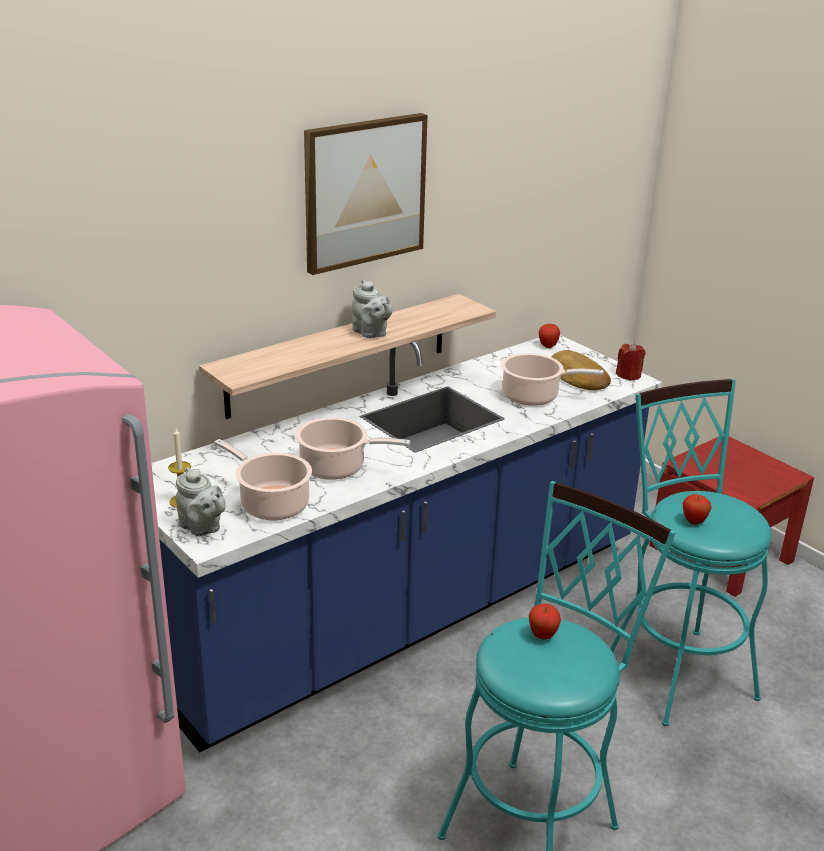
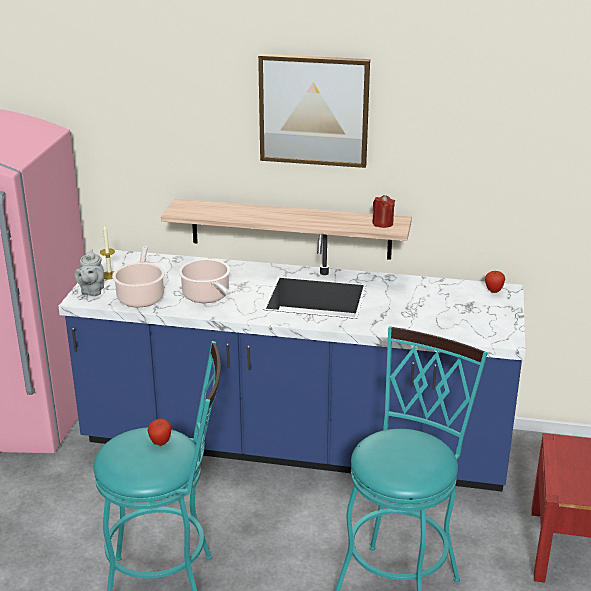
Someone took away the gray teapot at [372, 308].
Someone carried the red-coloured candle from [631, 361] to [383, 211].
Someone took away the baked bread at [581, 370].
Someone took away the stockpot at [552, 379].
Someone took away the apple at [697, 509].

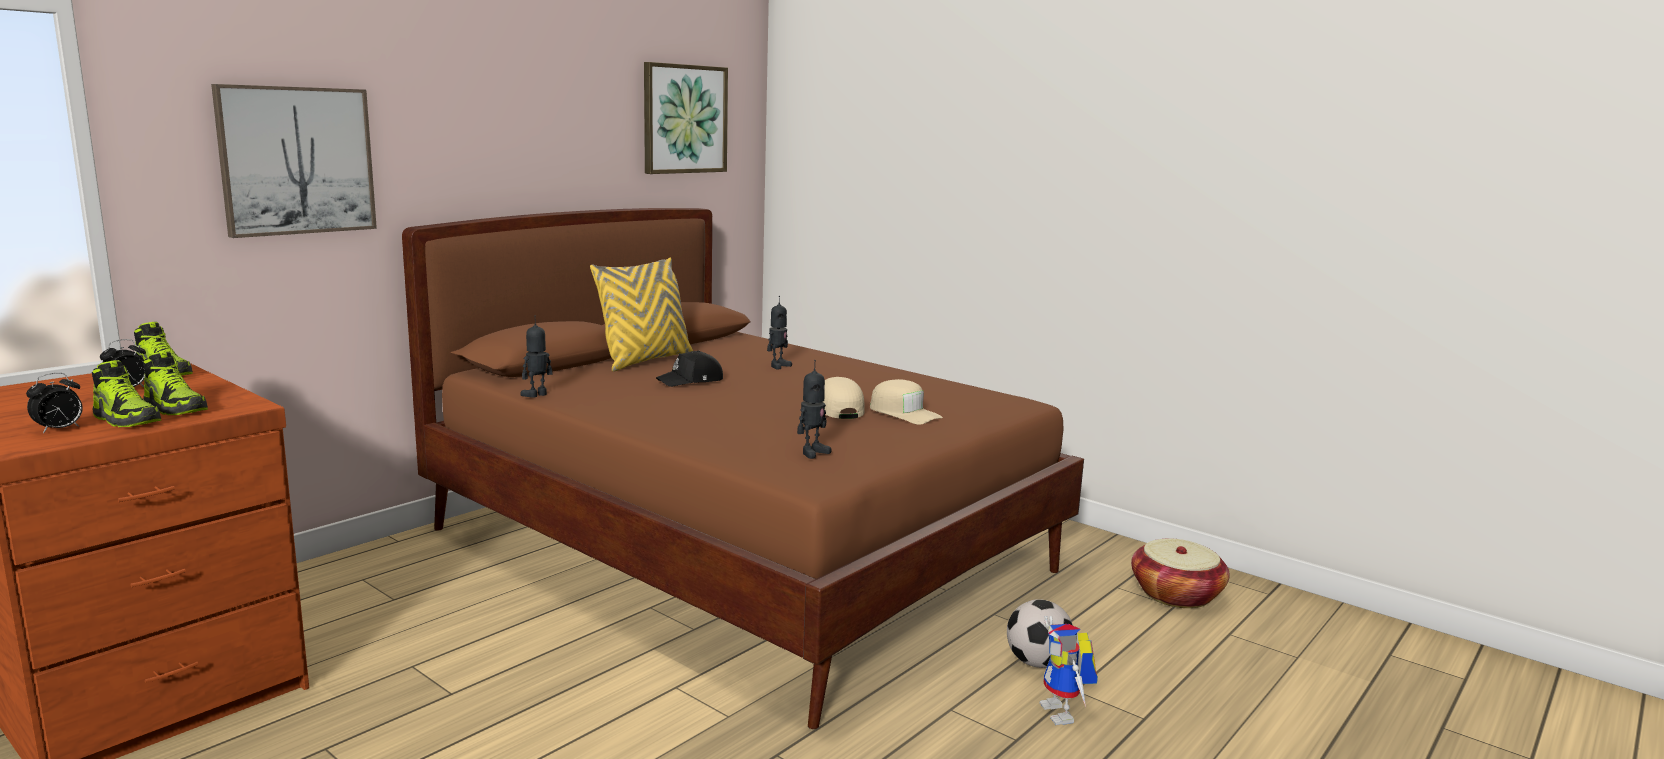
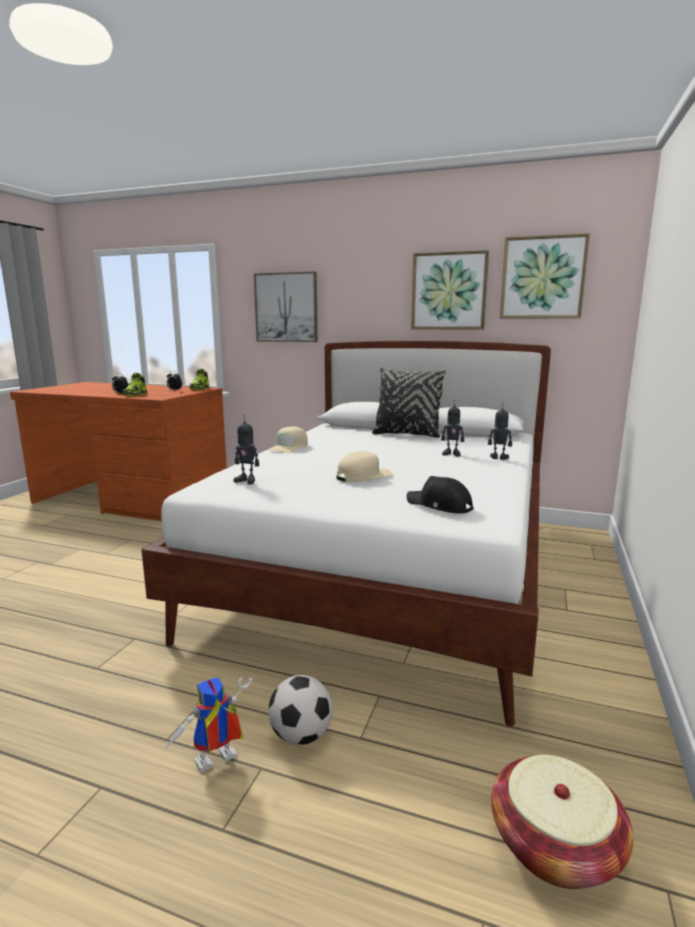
Someone repainted the brown-coloured sleeping bed at [743, 468], which became the whitish sleeping bed at [346, 533].
Someone repainted the yellow cushion at [641, 314], which became the black cushion at [409, 403].
Someone carried the robot figure from [536, 357] to [500, 433].
Someone carried the black baseball cap from [689, 368] to [440, 495].
Someone took away the shoe at [175, 383].
Someone carried the sand-coloured baseball cap from [906, 402] to [288, 440].
Someone put up the wall picture at [450, 290].

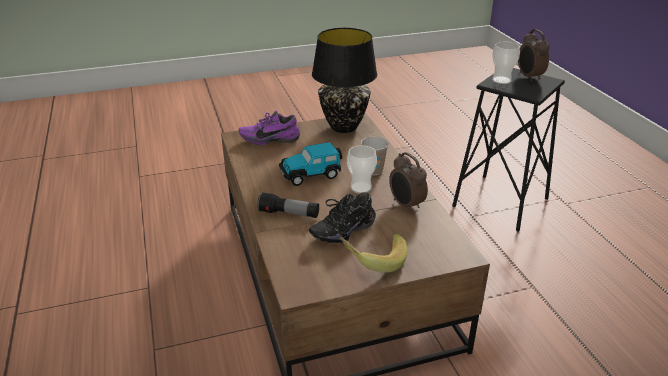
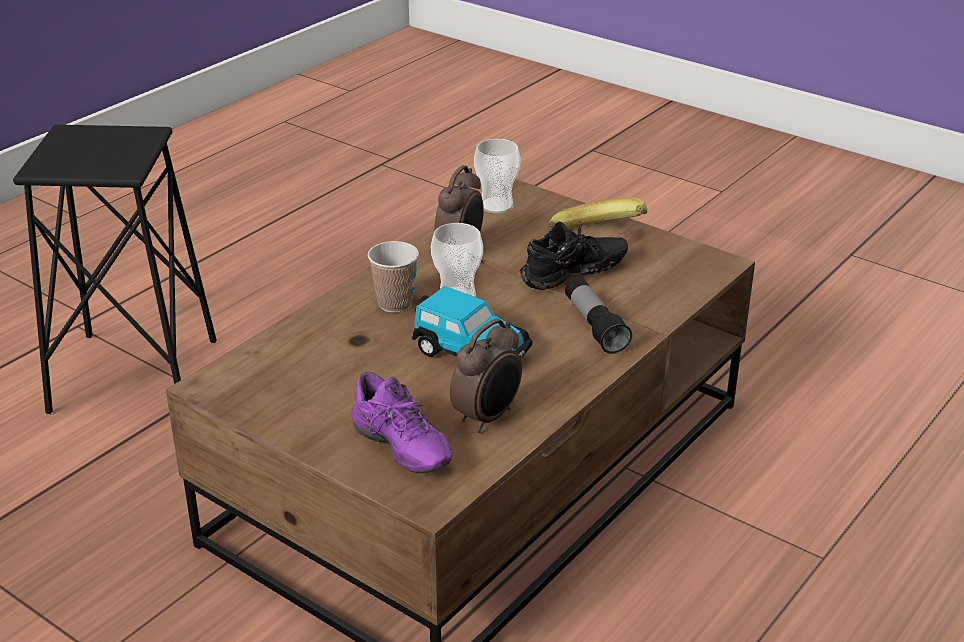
Someone took away the black lamp for a table at [344, 80].
Someone carried the table clock from [534, 55] to [486, 375].
Someone carried the drinking cup from [506, 63] to [497, 176].
Someone rotated the black shoe at [342, 217] by 45 degrees counterclockwise.

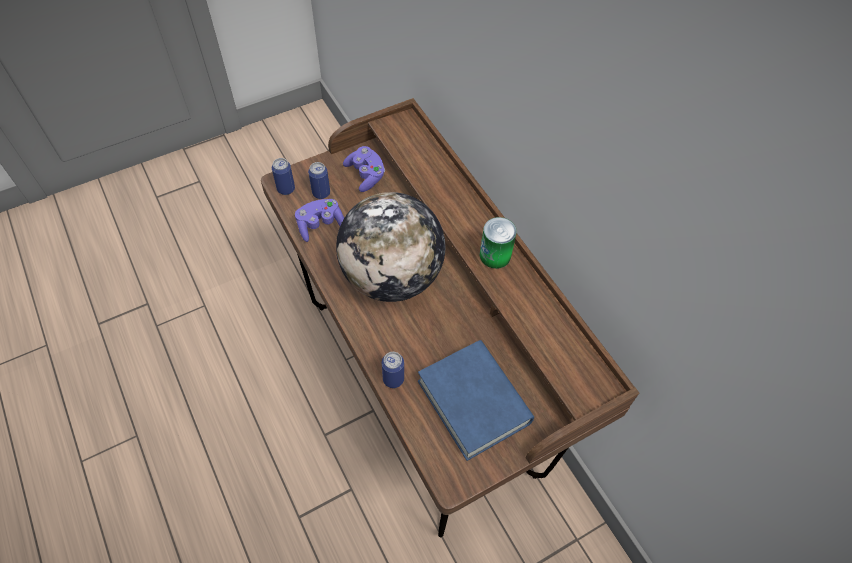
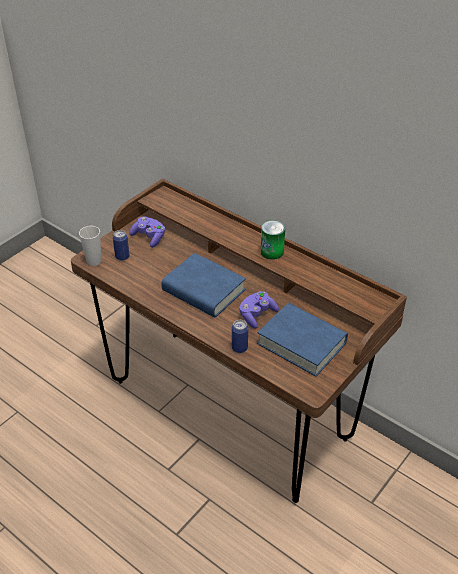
Someone swapped the can at [283, 176] for the drinking cup at [90, 246].
Someone swapped the world globe at [390, 247] for the blue volume at [204, 285].
Someone carried the purplish gamepad from [319, 220] to [259, 310].

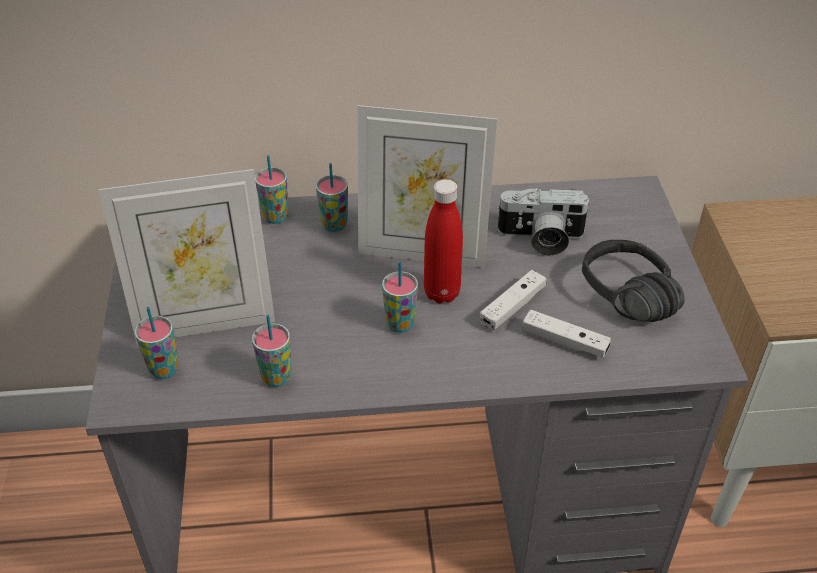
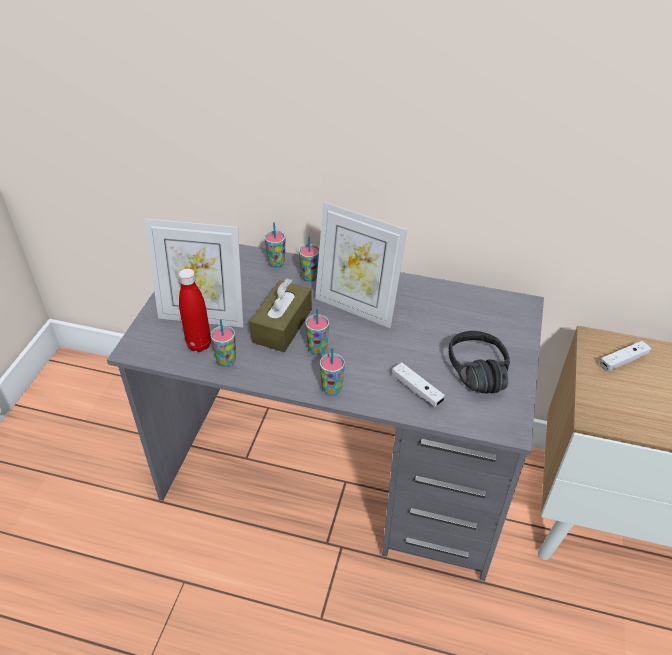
Someone carried the red-coloured bottle from [443, 241] to [194, 310].
Someone took away the photo camera at [543, 222].
Someone carried the whitish gamepad from [513, 300] to [625, 356].
Someone carried the drinking cup from [156, 343] to [332, 371].
Someone put down the brown-coloured tissue box at [281, 315].

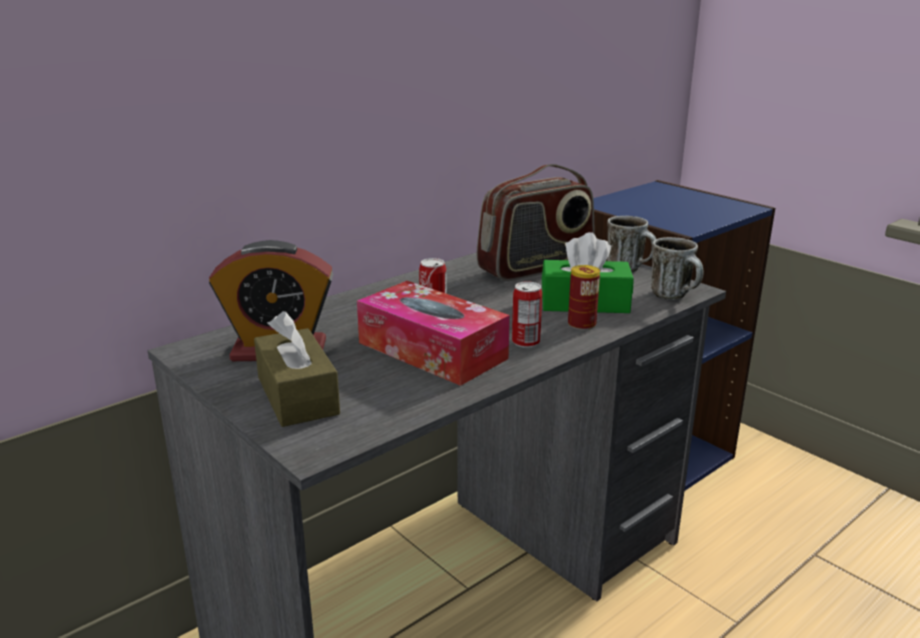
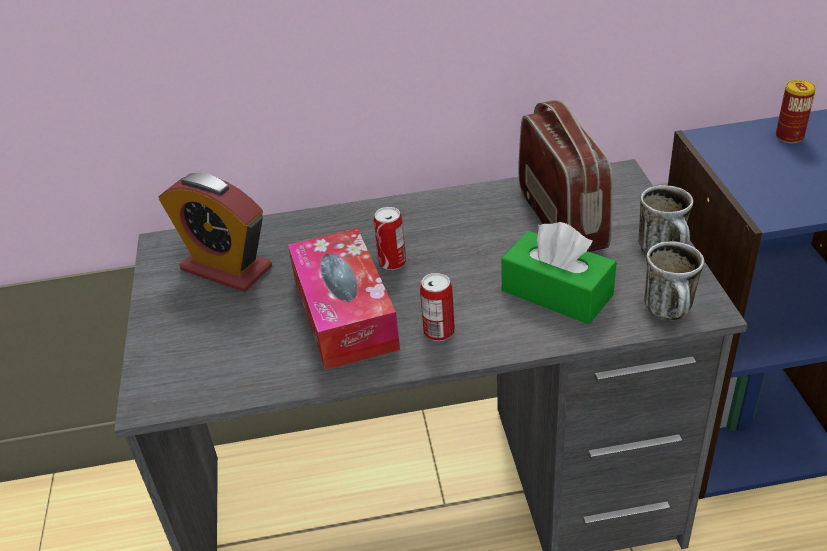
Someone rotated the radio set at [536, 222] by 105 degrees counterclockwise.
Someone carried the can from [584, 297] to [796, 111].
Someone took away the brown-coloured tissue box at [297, 369].

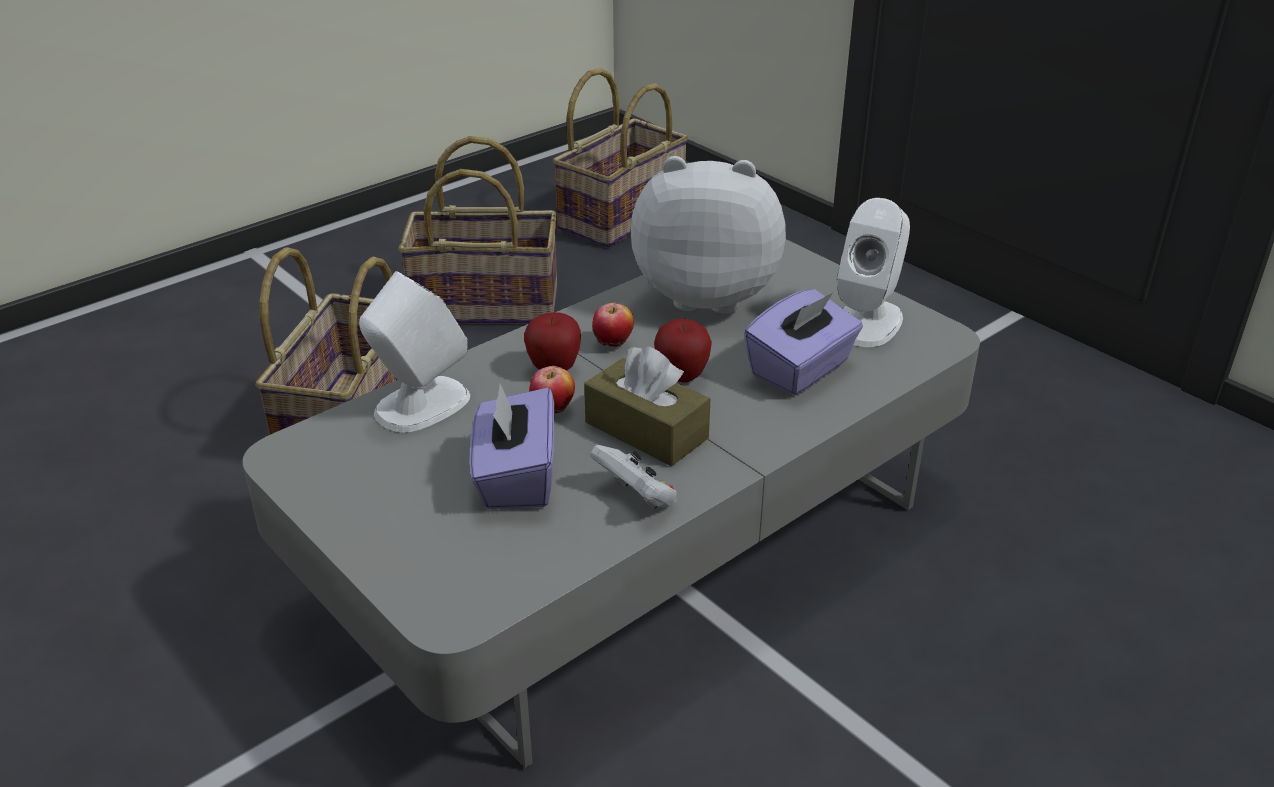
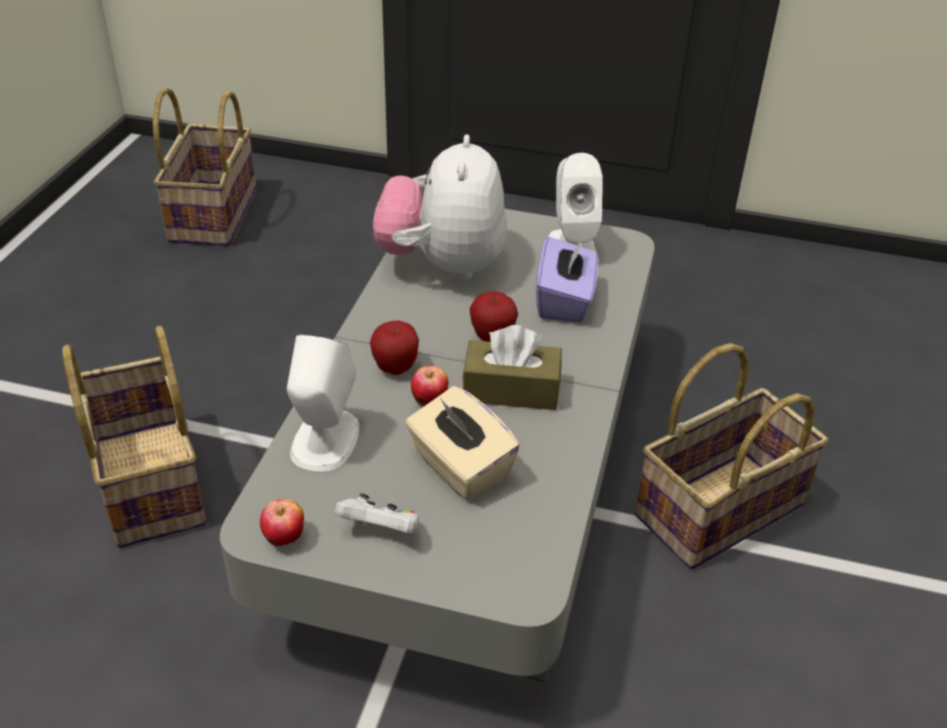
Someone carried the storage basket from [477, 230] to [732, 456].
Someone rotated the soft toy at [708, 235] by 60 degrees counterclockwise.
Someone carried the apple from [613, 325] to [282, 523].
Someone repainted the purplish tissue box at [512, 446], which became the sand-coloured tissue box at [463, 443].
Someone carried the whitish gamepad from [633, 477] to [377, 514].

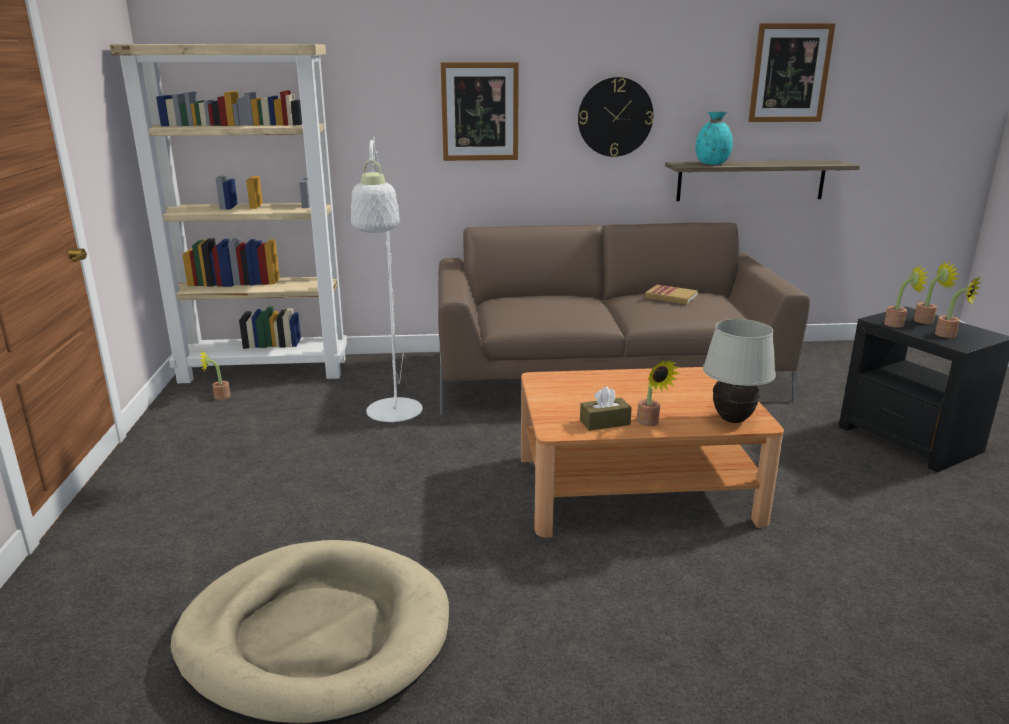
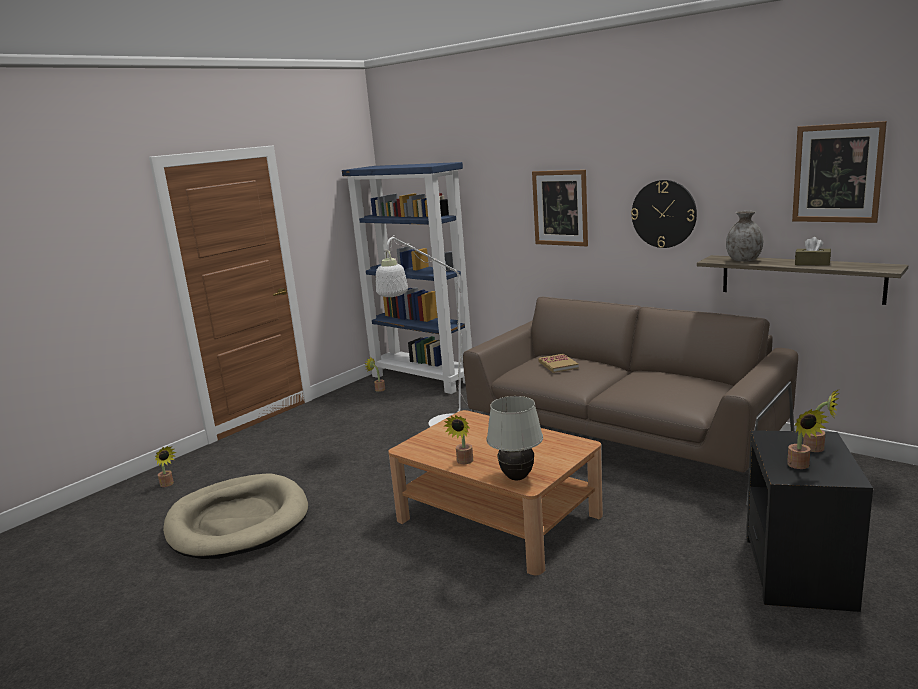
Someone repainted the sand-coloured shelving unit at [228, 213], which became the blue shelving unit at [407, 278].
Someone repainted the blue-green flower vase at [714, 138], which became the gray flower vase at [744, 236].
Someone carried the potted plant from [906, 296] to [165, 466].
Someone carried the volume from [671, 294] to [558, 363].
Someone carried the brown-coloured tissue box from [606, 408] to [813, 251].

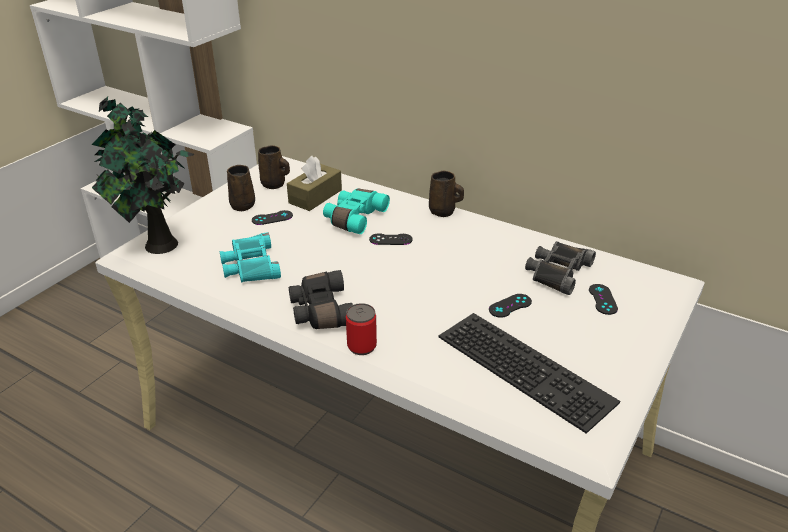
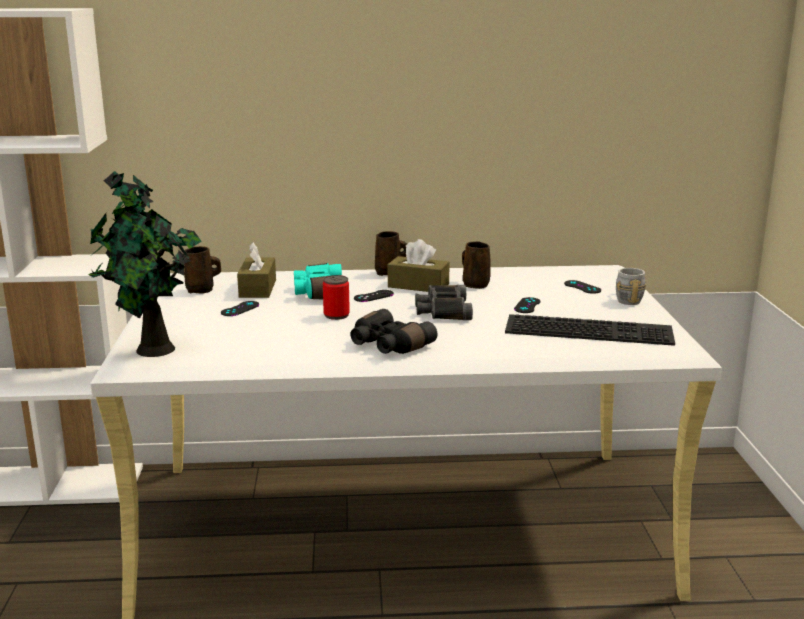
Someone carried the brown-coloured coffee mug from [241, 188] to [476, 265].
Someone took away the blue-green field glasses at [250, 257].
Someone carried the black field glasses from [560, 268] to [444, 302].
Someone carried the can from [361, 329] to [336, 297].
Someone put down the brown-coloured tissue box at [419, 265].
Someone put down the gray coffee mug at [631, 286].

